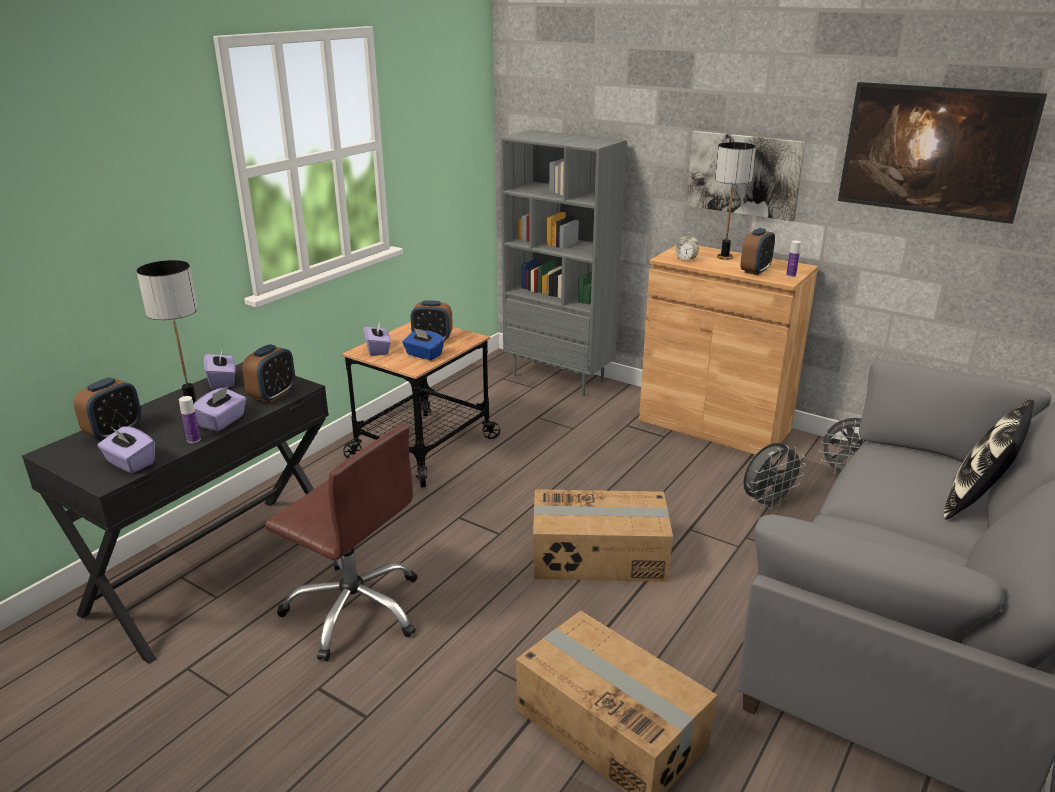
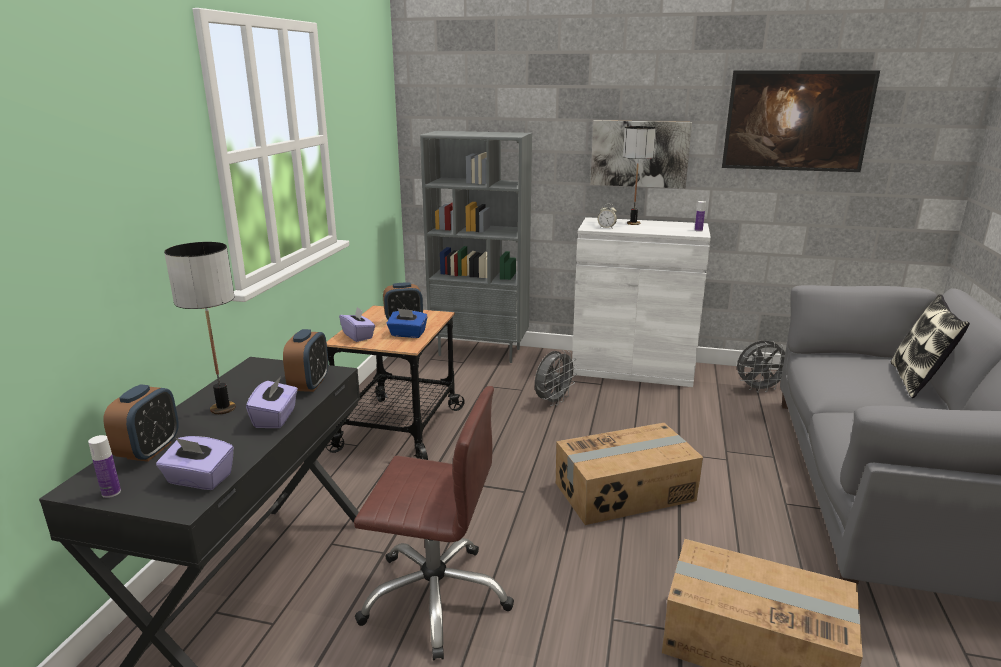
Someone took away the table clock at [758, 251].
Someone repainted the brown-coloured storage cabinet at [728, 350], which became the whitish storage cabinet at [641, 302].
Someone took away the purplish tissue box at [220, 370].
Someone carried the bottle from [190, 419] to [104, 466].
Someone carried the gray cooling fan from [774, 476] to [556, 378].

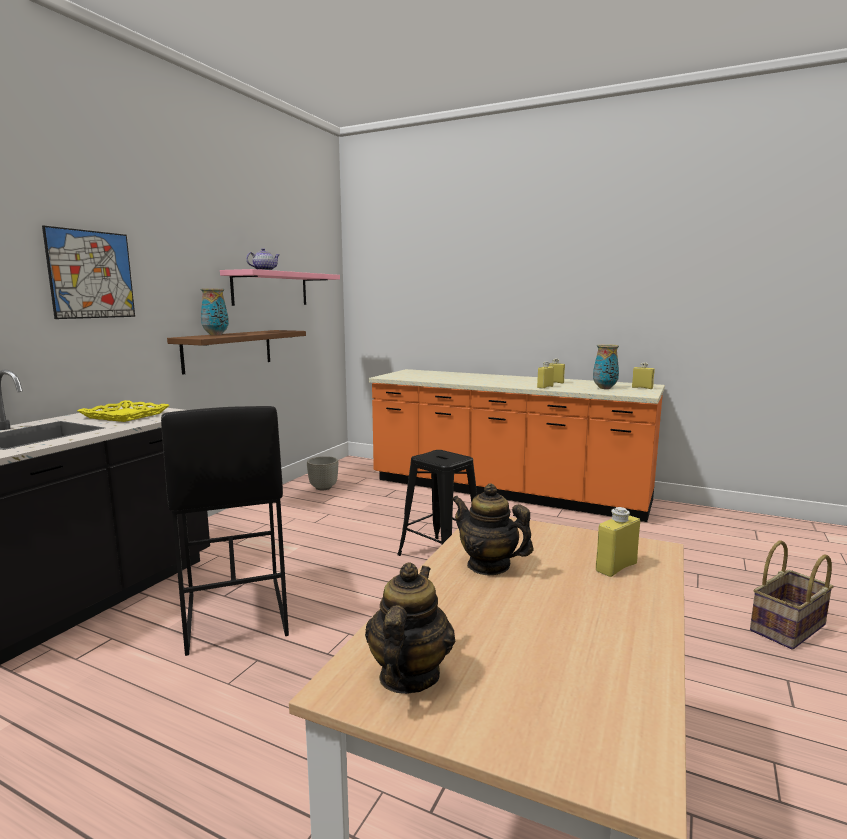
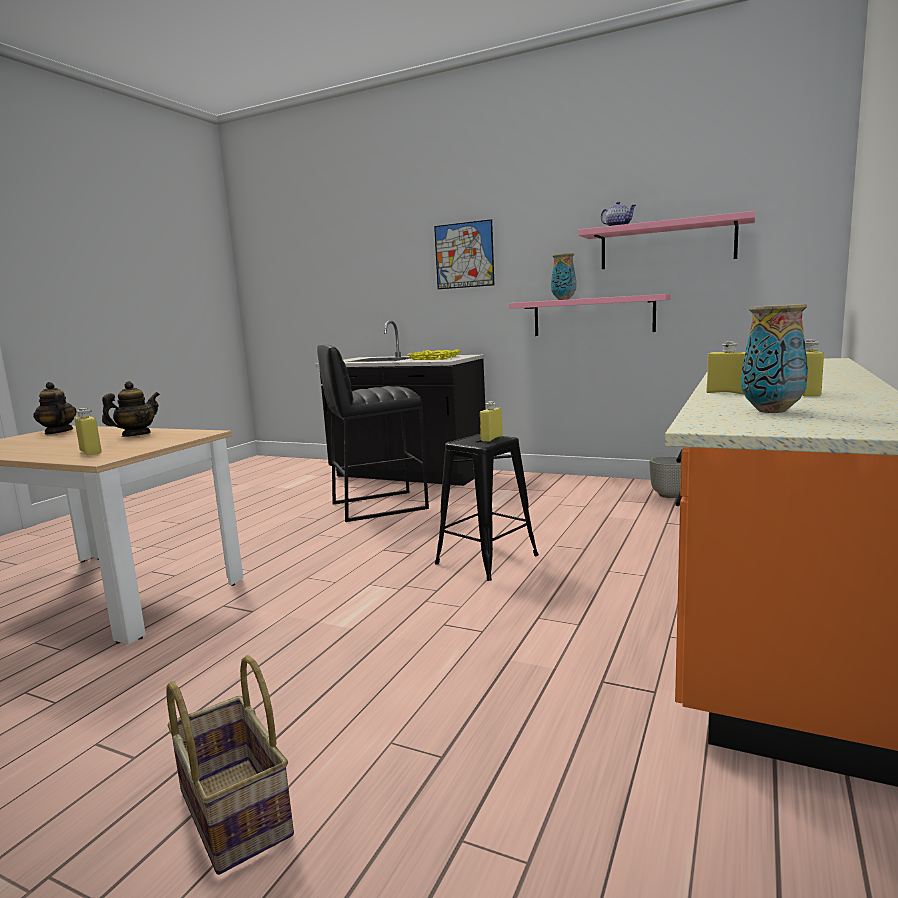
Someone repainted the brown-coloured shelf at [236, 352], which became the pinkish shelf at [590, 315].
Someone carried the yellow bottle from [643, 375] to [491, 421].
Someone rotated the teapot at [410, 628] by 150 degrees counterclockwise.

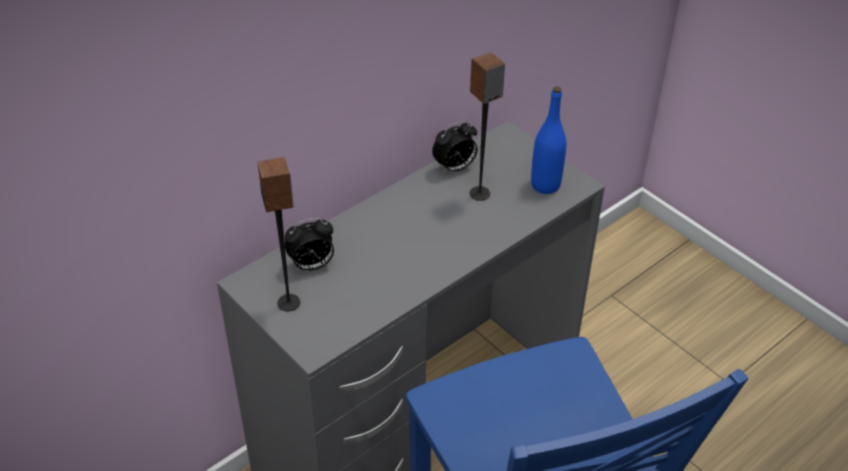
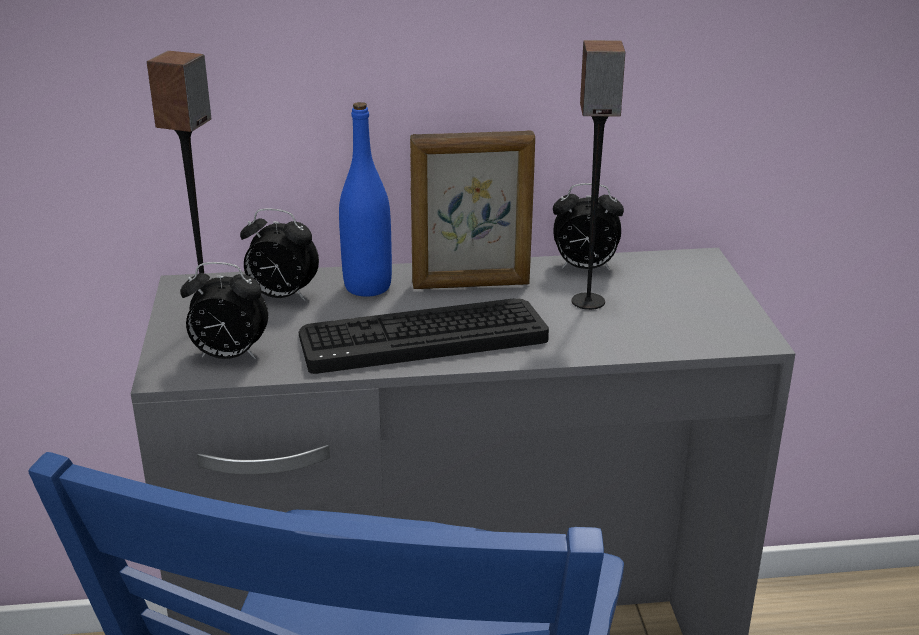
Someone carried the blue bottle from [548, 140] to [365, 199].
Someone put down the standing frame at [472, 209].
Someone put down the table clock at [224, 310].
Someone put down the PC keyboard at [424, 336].

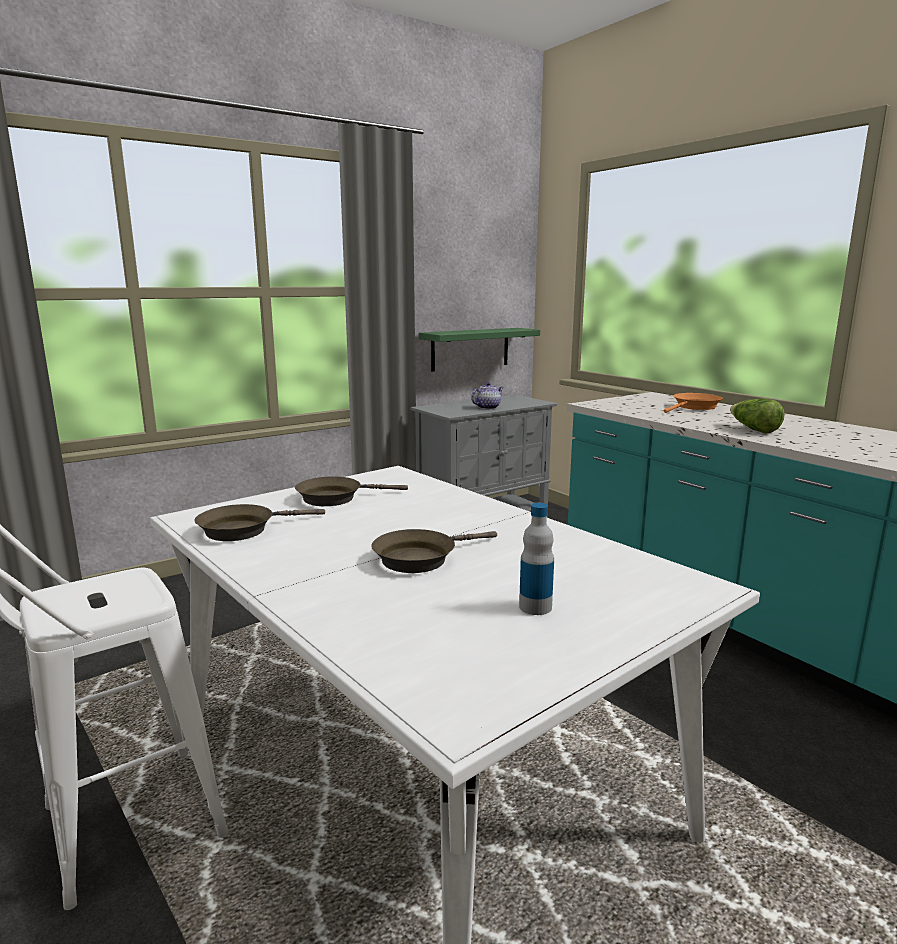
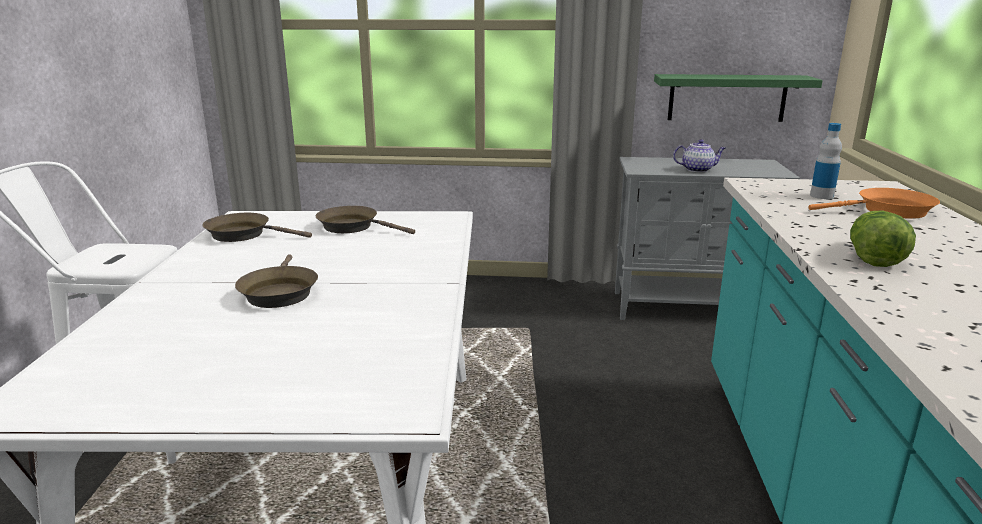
Someone carried the bottle from [536, 559] to [826, 161].
Someone rotated the brown-coloured skillet at [434, 551] by 105 degrees counterclockwise.

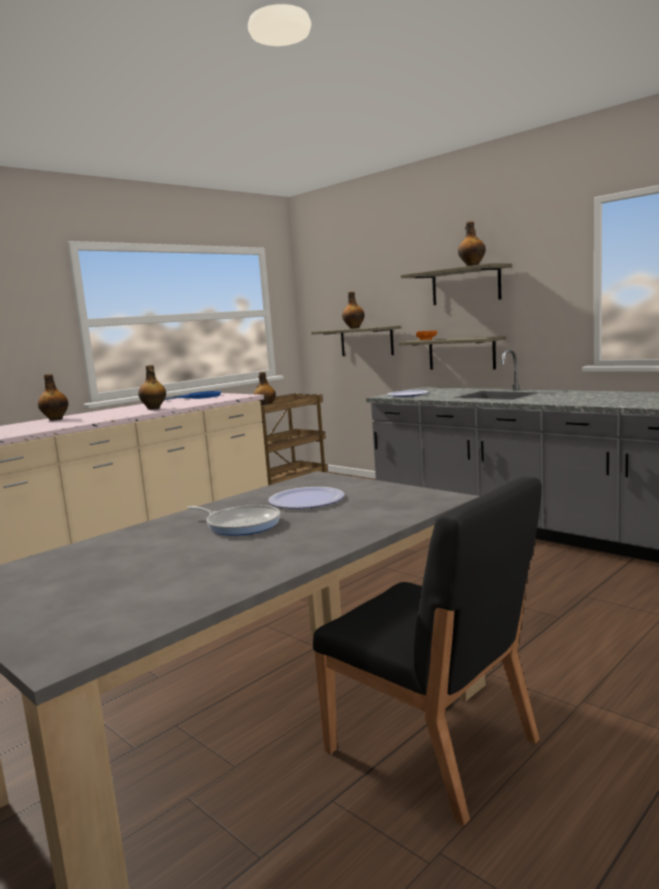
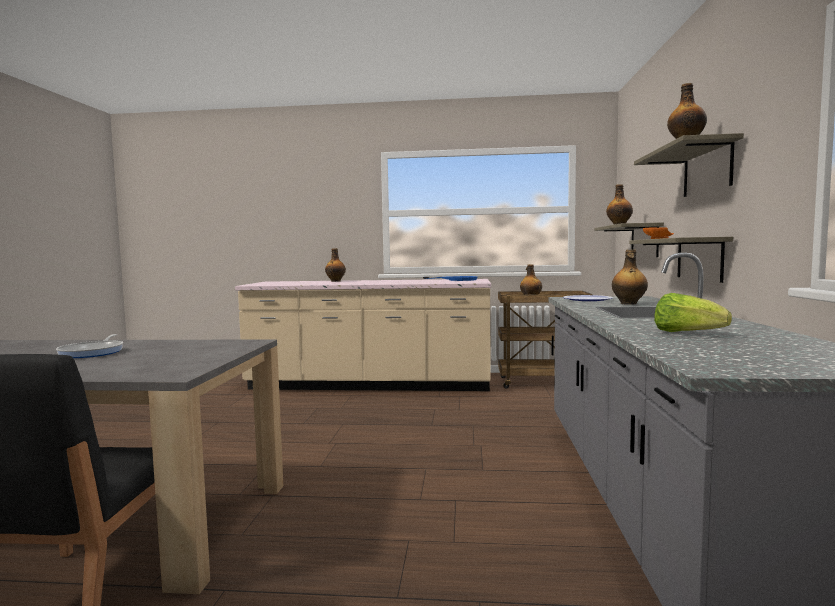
Someone carried the bottle from [152, 387] to [630, 277].
Someone took away the dinner plate at [306, 498].
Someone put down the head of lettuce at [693, 312].

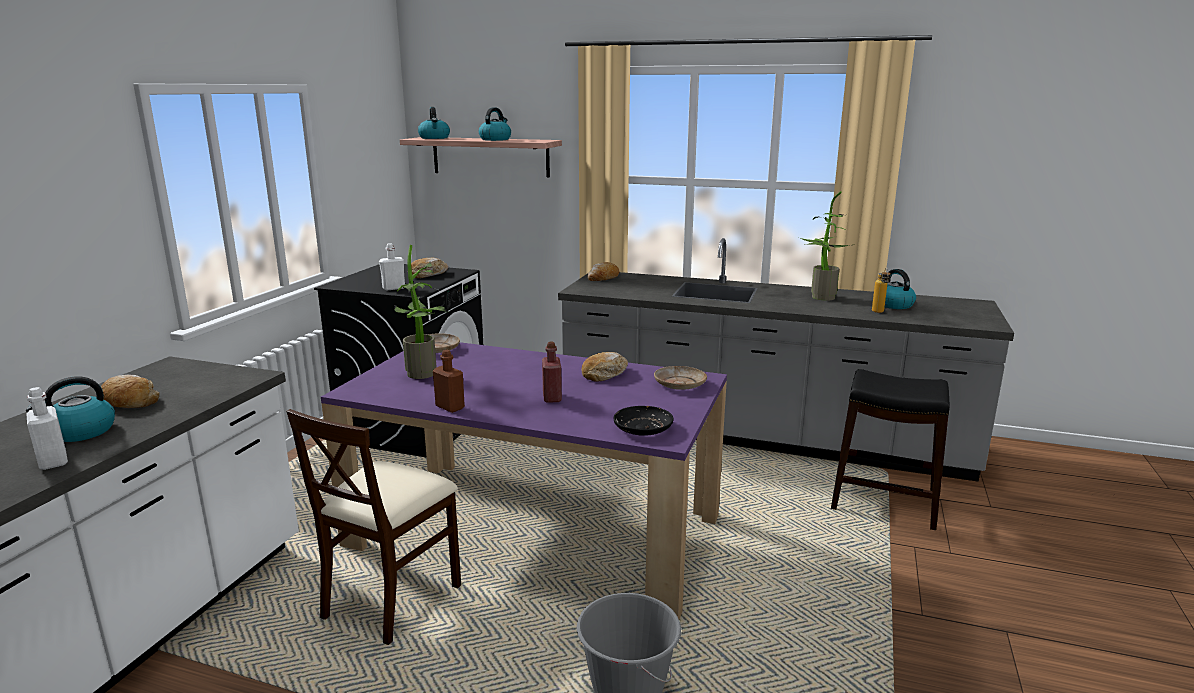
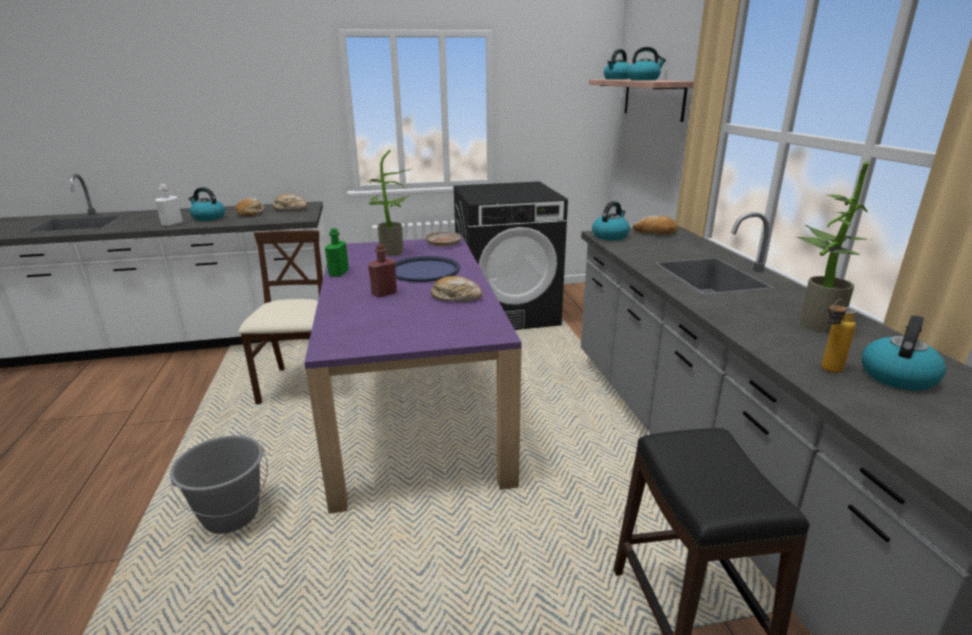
Someone took away the whitish bottle at [392, 266].
Someone carried the baked bread from [429, 268] to [290, 202].
Someone repainted the brown-coloured bottle at [449, 381], which became the green-coloured bottle at [337, 252].
Someone took away the sand-coloured dinner plate at [680, 378].
Someone took away the black dinner plate at [643, 421].
Someone rotated the sand-coloured upright chair at [373, 527] by 90 degrees clockwise.
Someone put down the tea kettle at [611, 220].
Someone put down the blue carrying tray at [427, 269].

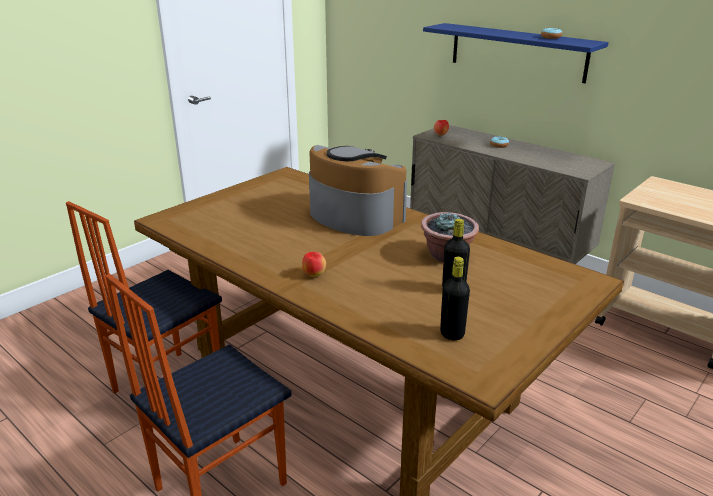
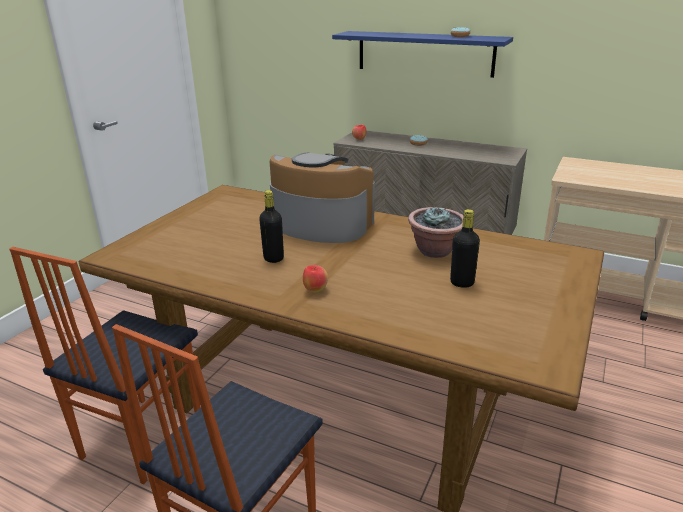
Someone carried the black bottle from [455, 299] to [271, 226].

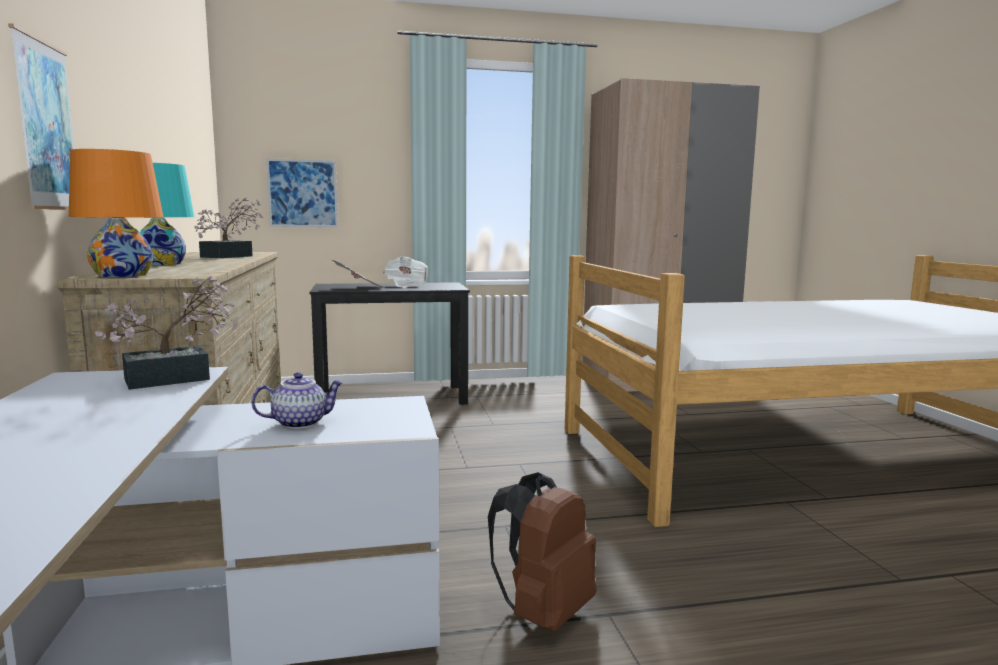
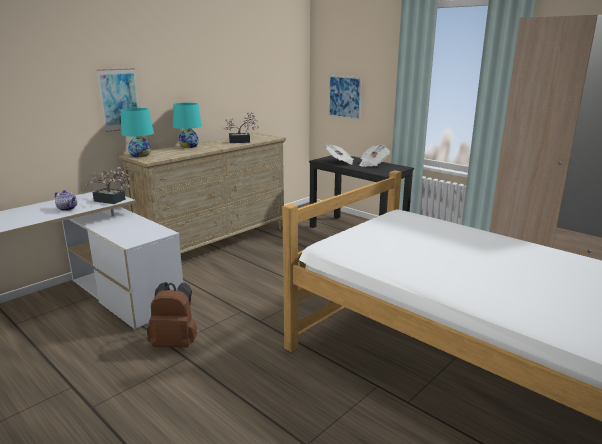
Someone repainted the orangey lamp for a table at [116, 213], which became the blue-green lamp for a table at [137, 132].
Someone carried the teapot from [297, 400] to [66, 200].

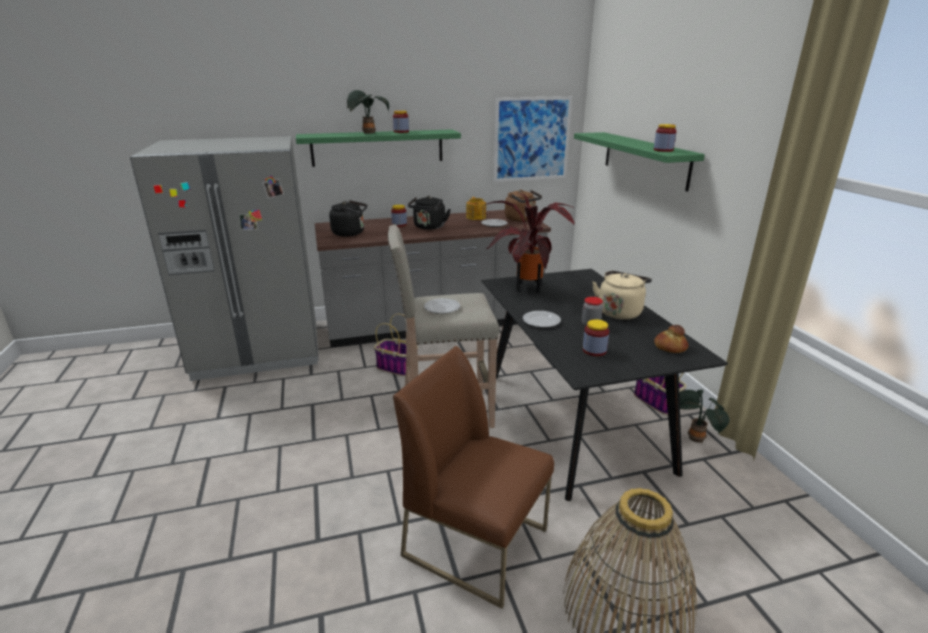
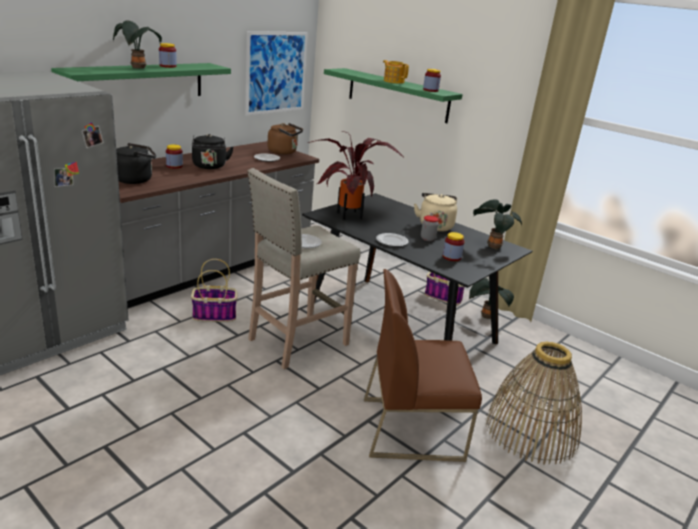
Someone carried the teapot from [476, 208] to [396, 72].
Someone swapped the baked bread at [671, 339] for the potted plant at [497, 224].

